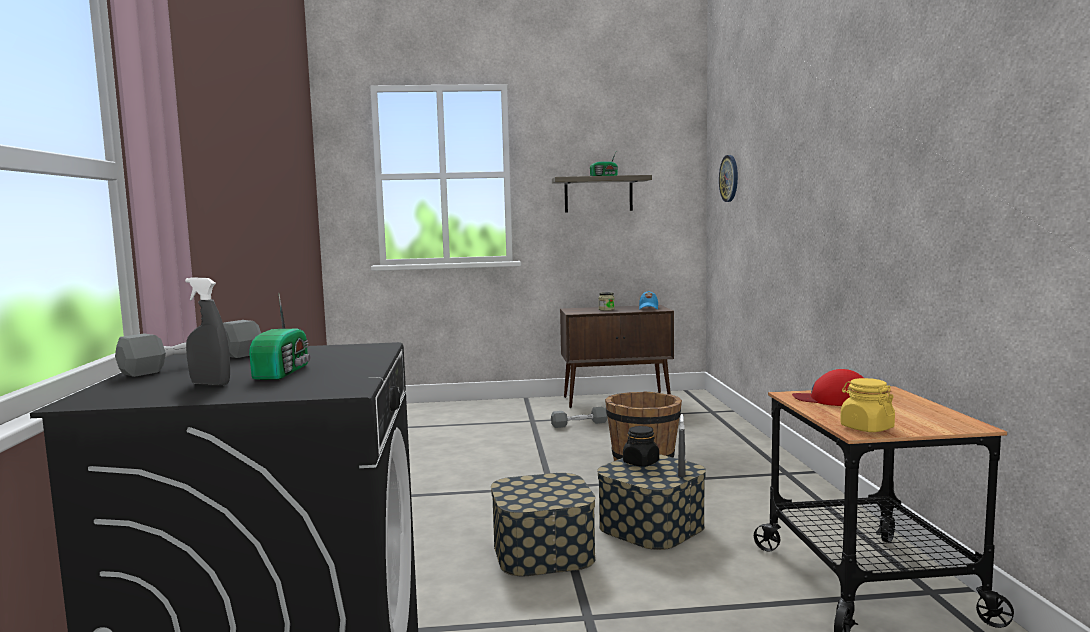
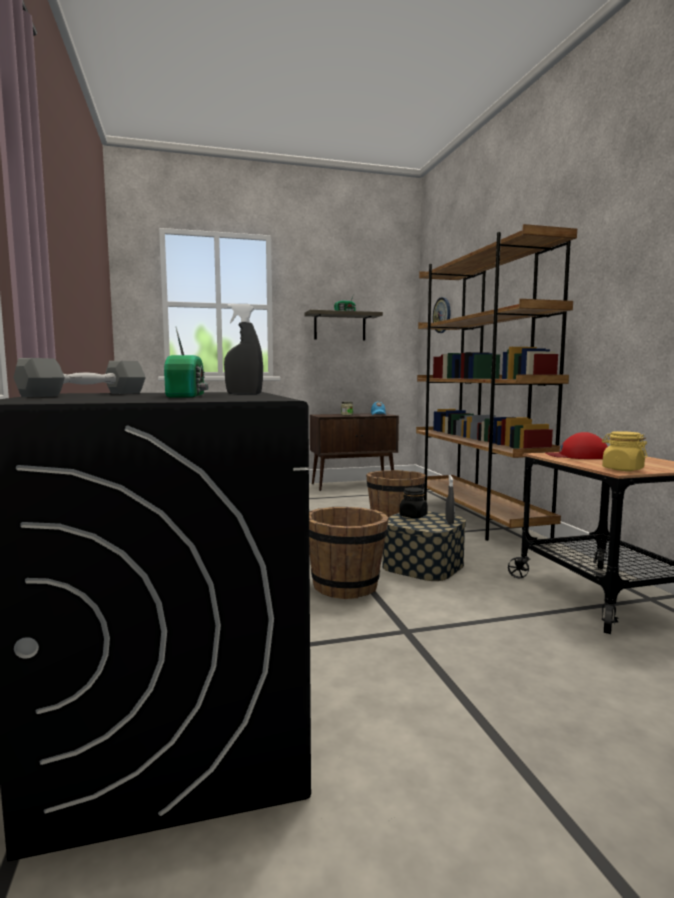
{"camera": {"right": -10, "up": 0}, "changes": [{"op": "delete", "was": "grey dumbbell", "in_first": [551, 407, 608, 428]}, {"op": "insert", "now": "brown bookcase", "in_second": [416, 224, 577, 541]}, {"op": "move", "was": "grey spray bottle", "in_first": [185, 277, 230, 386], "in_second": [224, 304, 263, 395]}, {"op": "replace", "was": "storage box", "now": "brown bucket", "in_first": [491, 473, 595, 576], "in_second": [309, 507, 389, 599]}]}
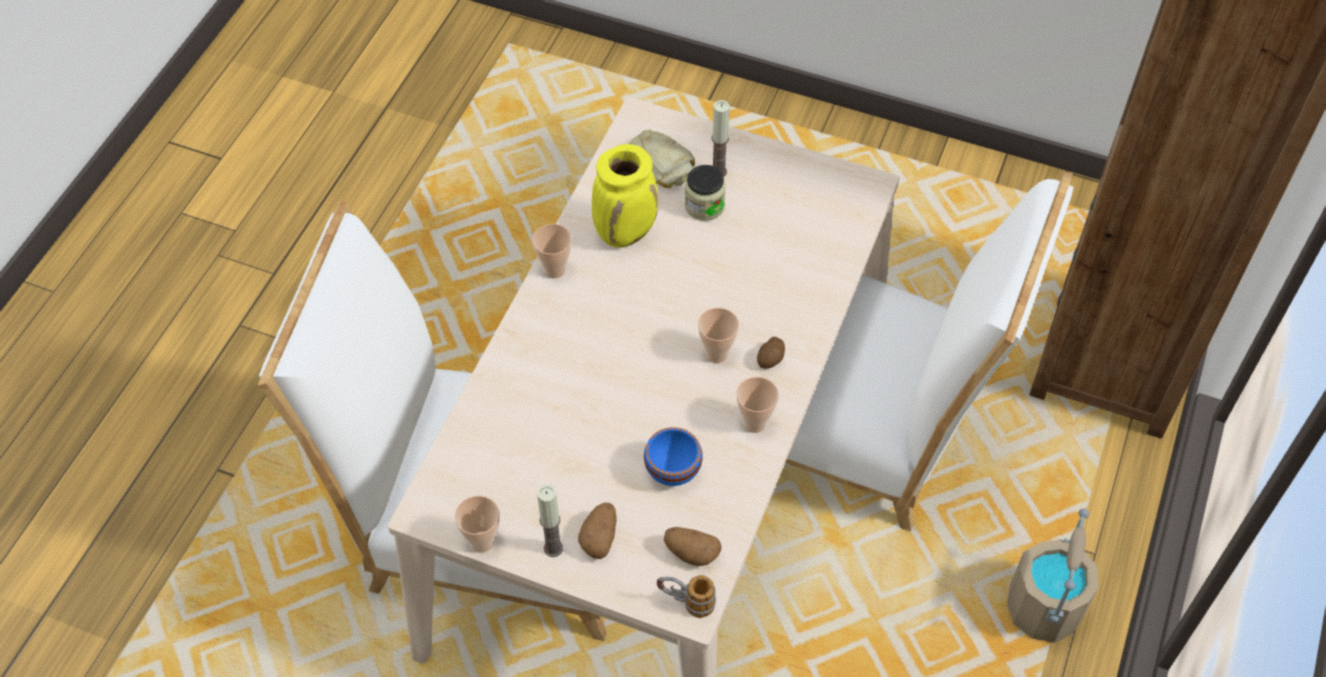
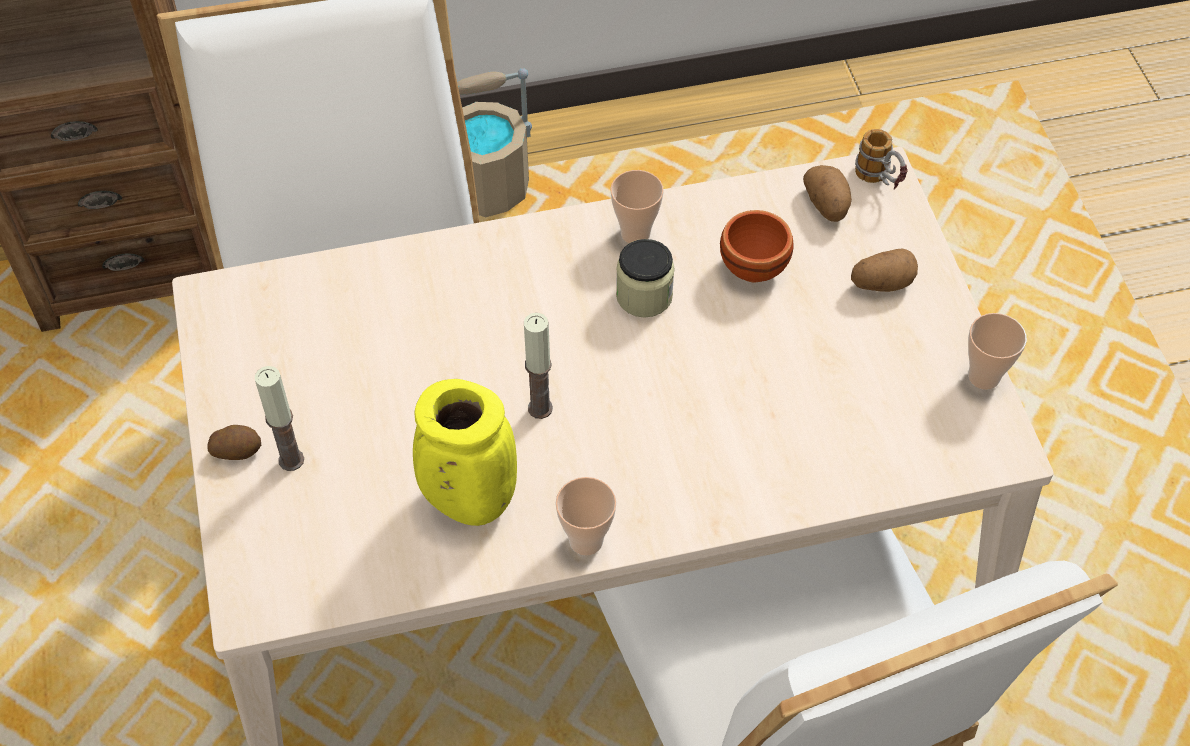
{"camera": {"right": -125, "up": 0}, "changes": [{"op": "delete", "was": "bread", "in_first": [628, 130, 695, 188]}, {"op": "delete", "was": "cup", "in_first": [698, 308, 739, 363]}, {"op": "move", "was": "candle", "in_first": [537, 485, 563, 557], "in_second": [524, 313, 553, 419]}, {"op": "move", "was": "jar", "in_first": [685, 165, 726, 221], "in_second": [616, 239, 675, 318]}, {"op": "move", "was": "potato", "in_first": [757, 337, 785, 369], "in_second": [207, 425, 261, 460]}, {"op": "recolor", "was": "blue bowl", "now": "brown bowl", "in_first": [644, 427, 703, 486], "in_second": [720, 210, 793, 282]}]}
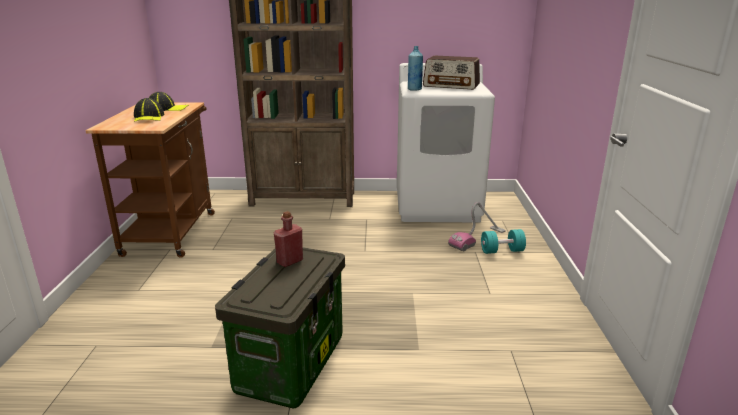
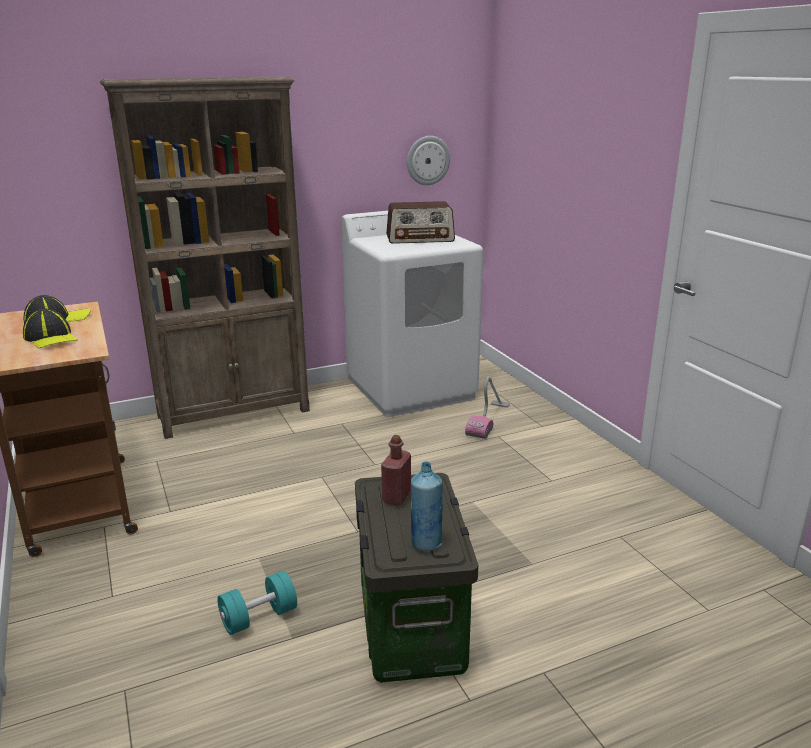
{"camera": {"right": -25, "up": 0}, "changes": [{"op": "insert", "now": "wall clock", "in_second": [407, 136, 450, 185]}, {"op": "move", "was": "blue bottle", "in_first": [408, 46, 423, 91], "in_second": [411, 461, 443, 551]}, {"op": "move", "was": "turquoise dumbbell", "in_first": [481, 229, 526, 254], "in_second": [217, 571, 297, 635]}]}
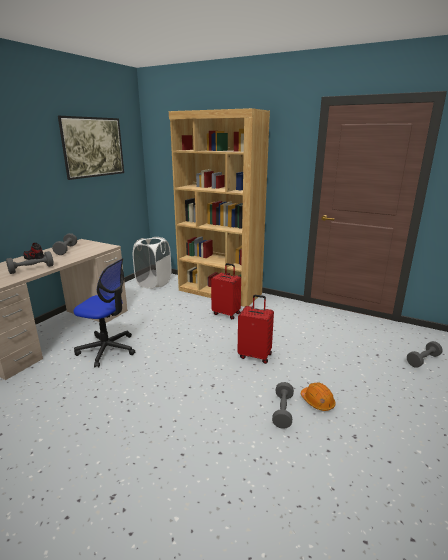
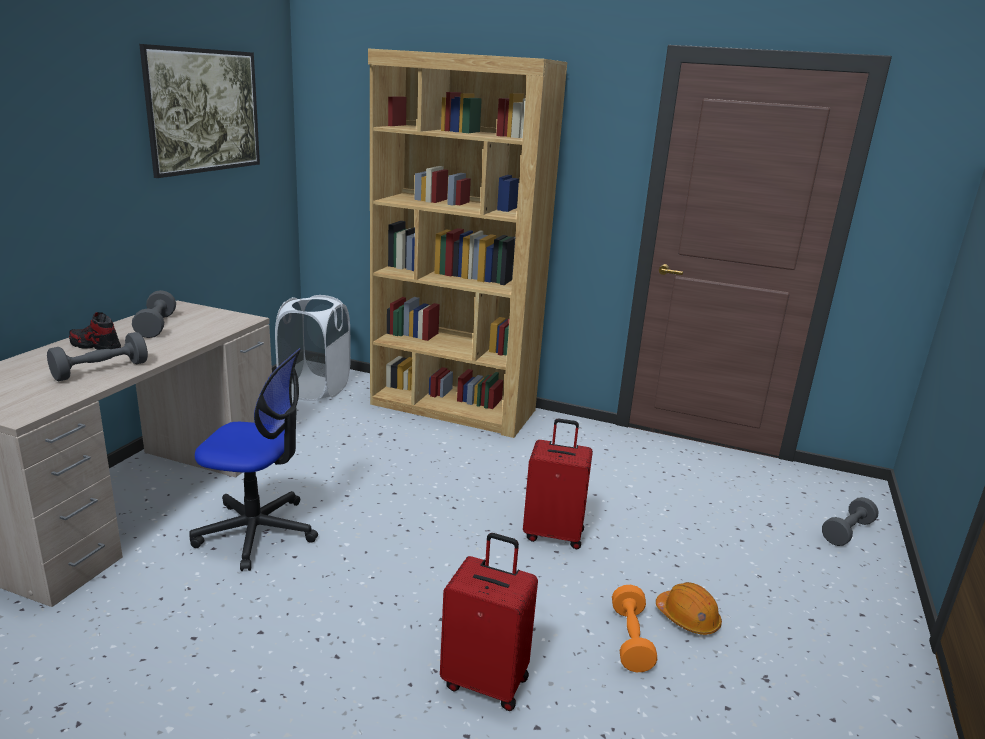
{"camera": {"right": -10, "up": 0}, "changes": [{"op": "move", "was": "red suitcase", "in_first": [211, 263, 241, 319], "in_second": [440, 533, 538, 711]}, {"op": "recolor", "was": "grey dumbbell", "now": "orange dumbbell", "in_first": [272, 382, 294, 429], "in_second": [612, 585, 657, 673]}]}
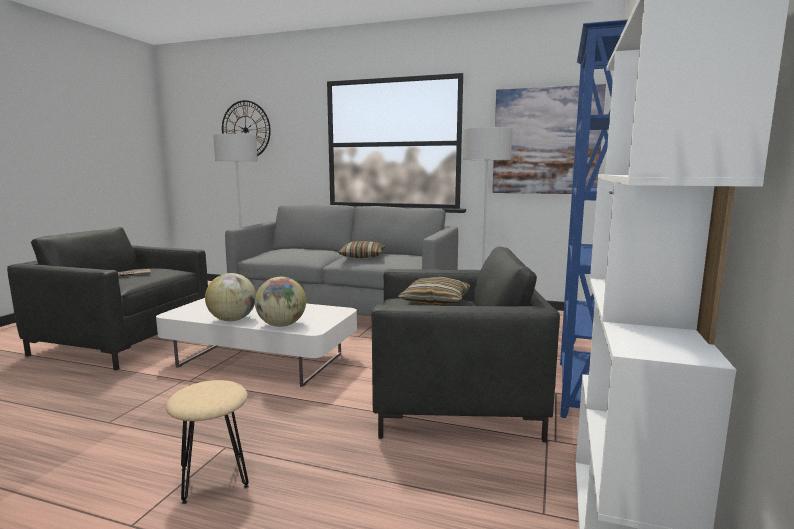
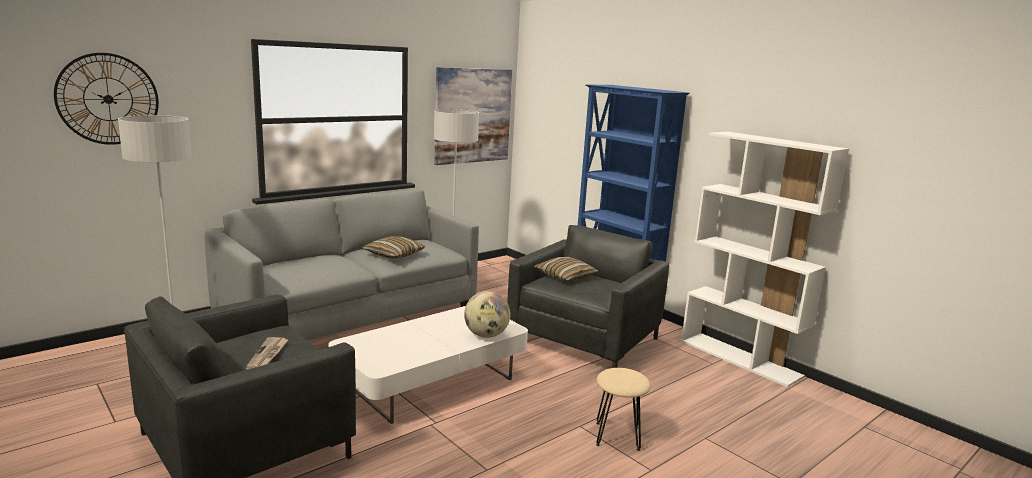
{"camera": {"right": -60, "up": 5}, "changes": [{"op": "delete", "was": "globe", "in_first": [205, 273, 256, 321]}]}
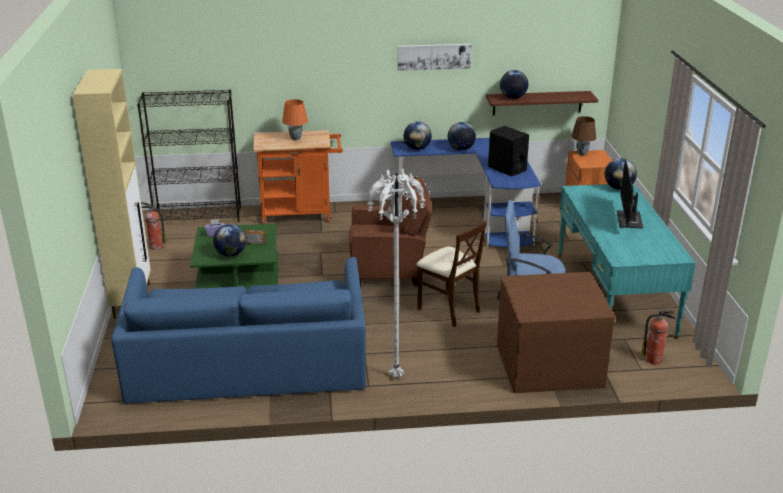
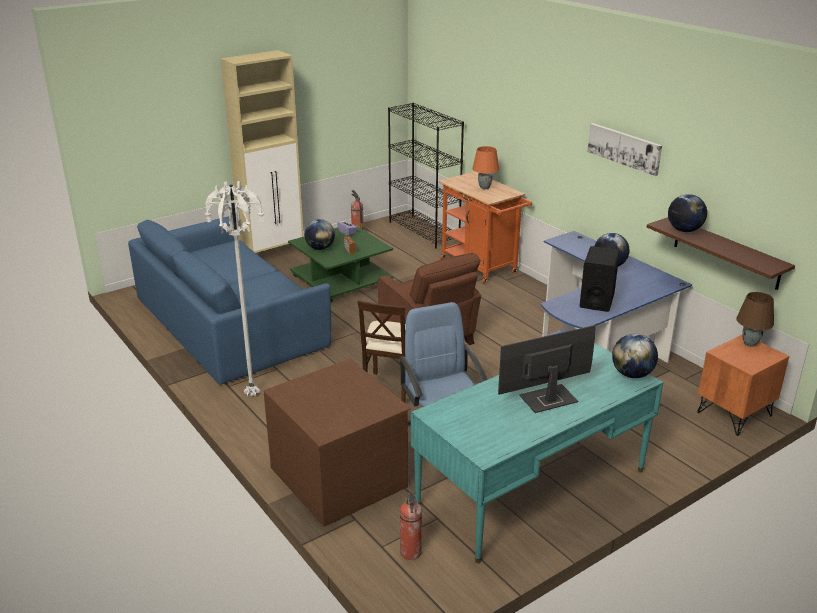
{"camera": {"right": 60, "up": 0}, "changes": [{"op": "delete", "was": "globe", "in_first": [404, 122, 432, 150]}]}
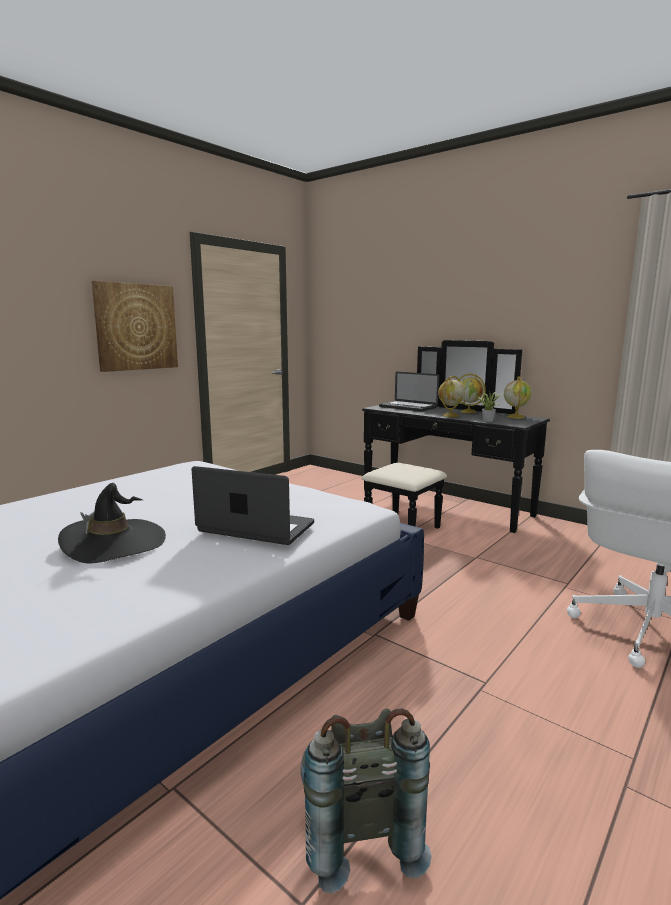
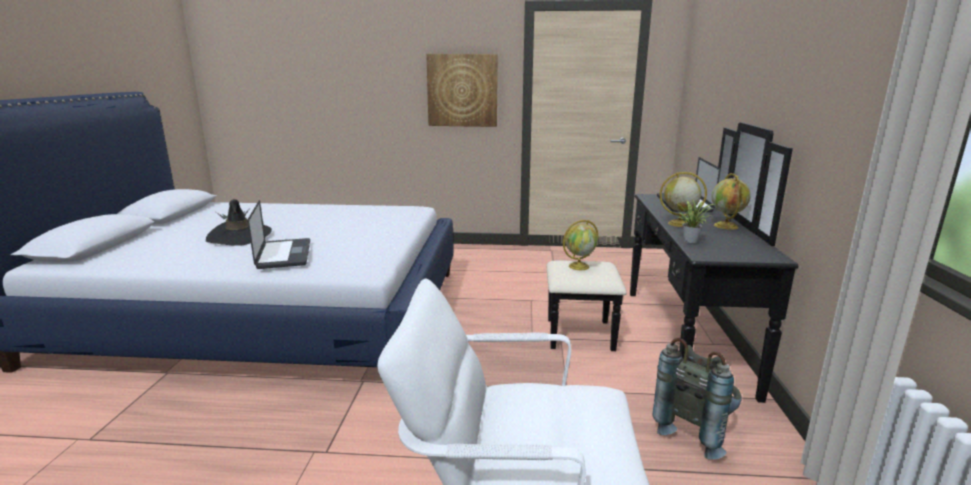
{"camera": {"right": 55, "up": 5}, "changes": [{"op": "move", "was": "grey backpack", "in_first": [301, 708, 432, 893], "in_second": [652, 338, 742, 460]}, {"op": "move", "was": "globe", "in_first": [504, 376, 532, 418], "in_second": [563, 220, 598, 270]}]}
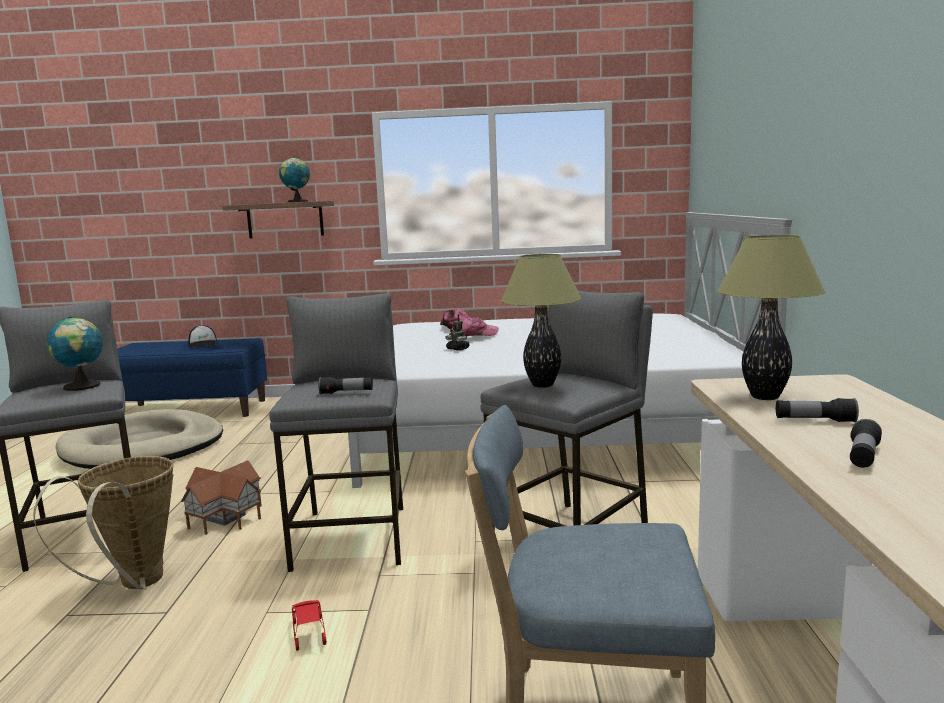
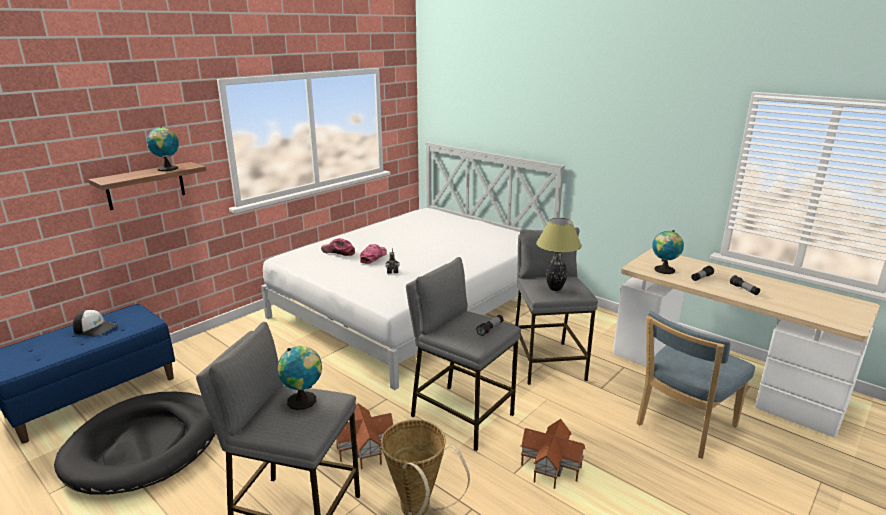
{"camera": {"right": -50, "up": 10}, "changes": [{"op": "replace", "was": "red toy car", "now": "toy house", "in_first": [292, 600, 327, 651], "in_second": [520, 419, 586, 489]}, {"op": "replace", "was": "table lamp", "now": "globe", "in_first": [717, 235, 825, 400], "in_second": [652, 230, 684, 274]}, {"op": "recolor", "was": "beige dog bed", "now": "black dog bed", "in_first": [56, 409, 223, 469], "in_second": [54, 391, 216, 495]}]}
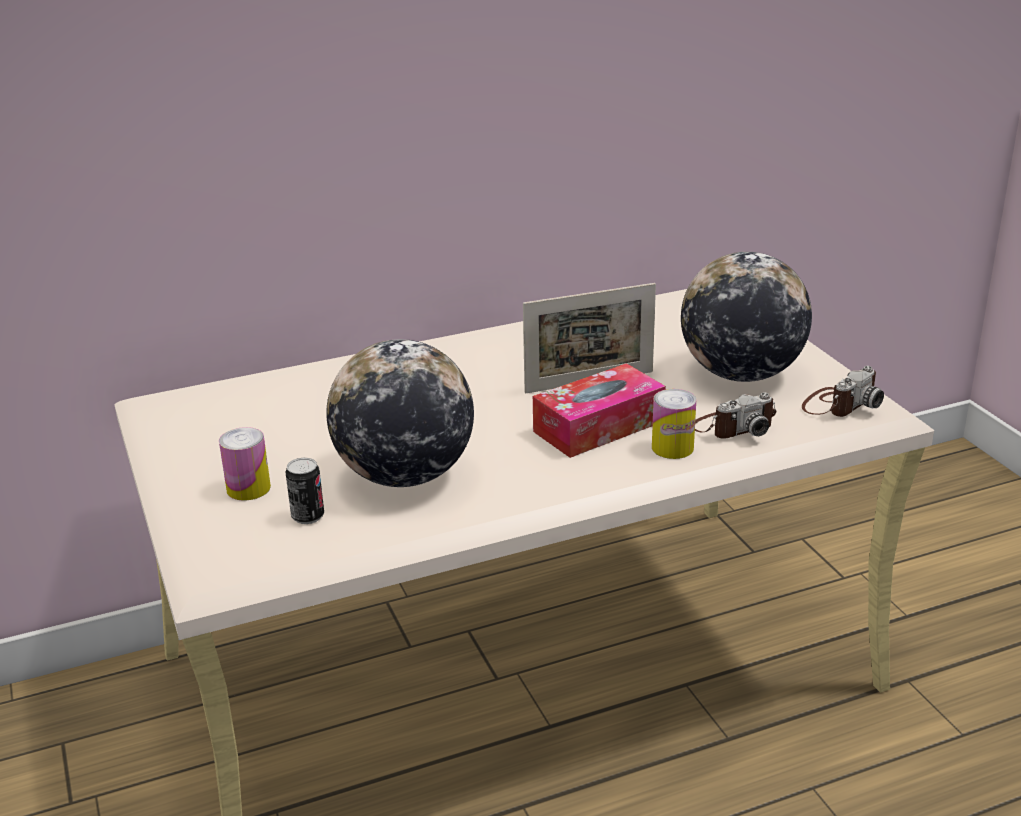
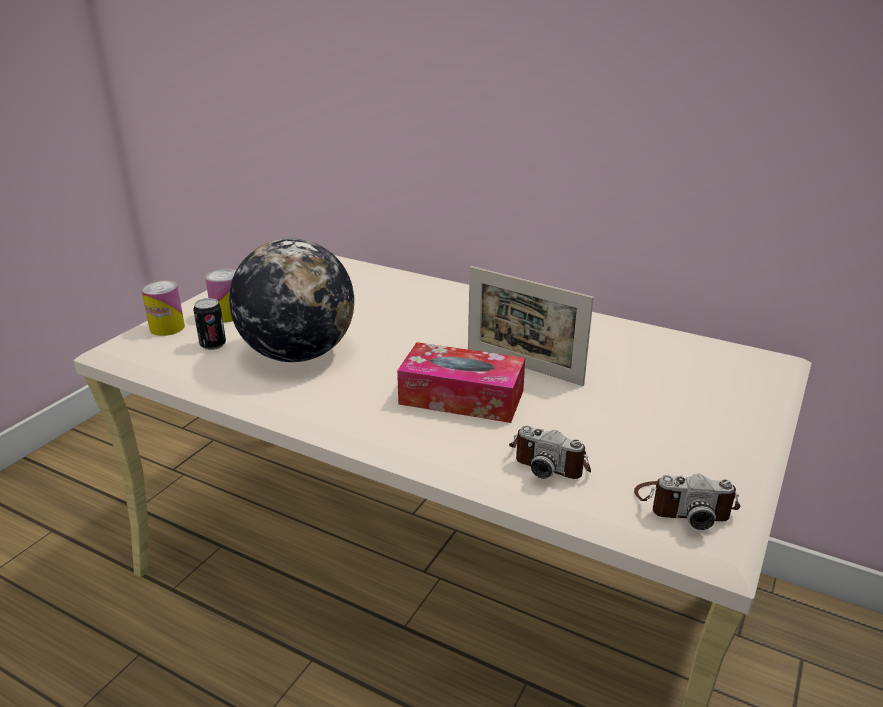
{"camera": {"right": 50, "up": 0}, "changes": [{"op": "delete", "was": "globe", "in_first": [681, 252, 812, 382]}, {"op": "move", "was": "can", "in_first": [652, 389, 697, 459], "in_second": [141, 280, 185, 336]}]}
